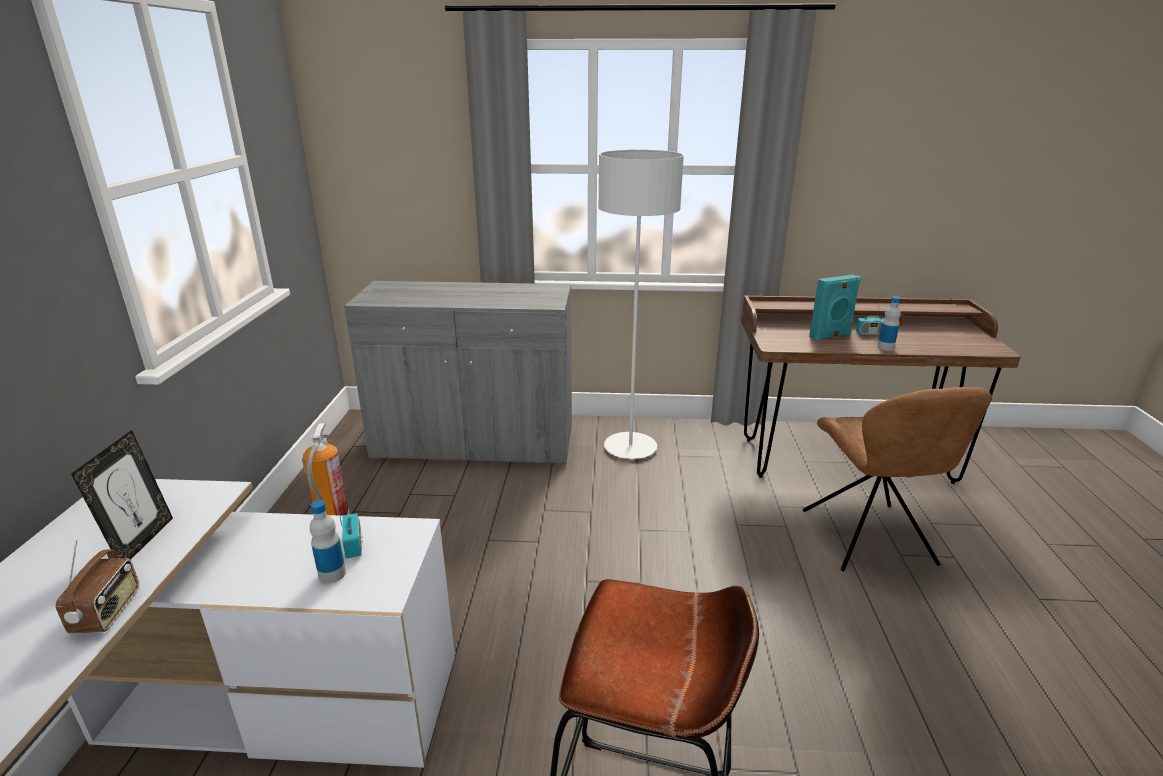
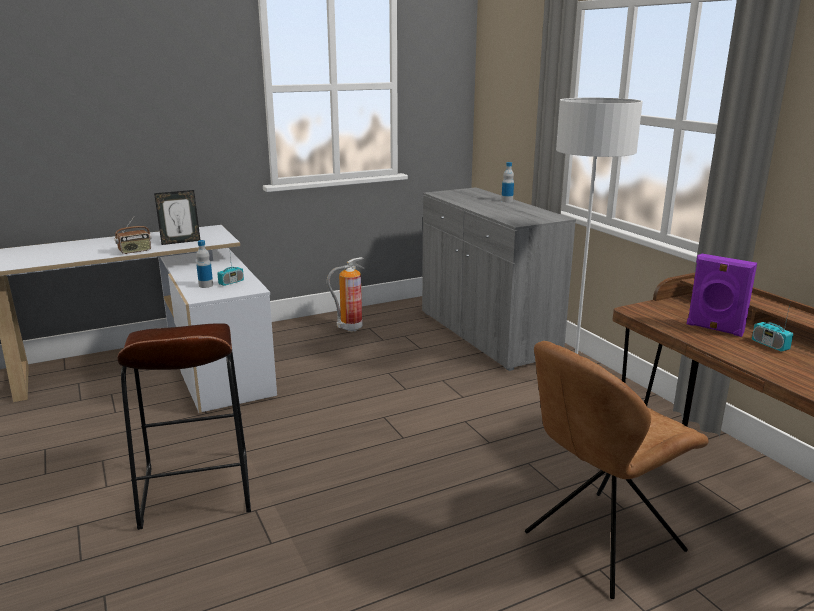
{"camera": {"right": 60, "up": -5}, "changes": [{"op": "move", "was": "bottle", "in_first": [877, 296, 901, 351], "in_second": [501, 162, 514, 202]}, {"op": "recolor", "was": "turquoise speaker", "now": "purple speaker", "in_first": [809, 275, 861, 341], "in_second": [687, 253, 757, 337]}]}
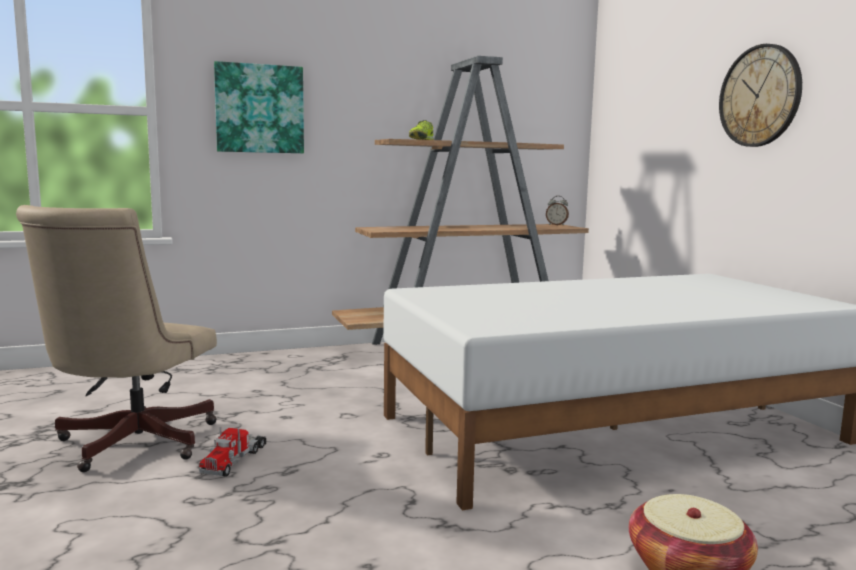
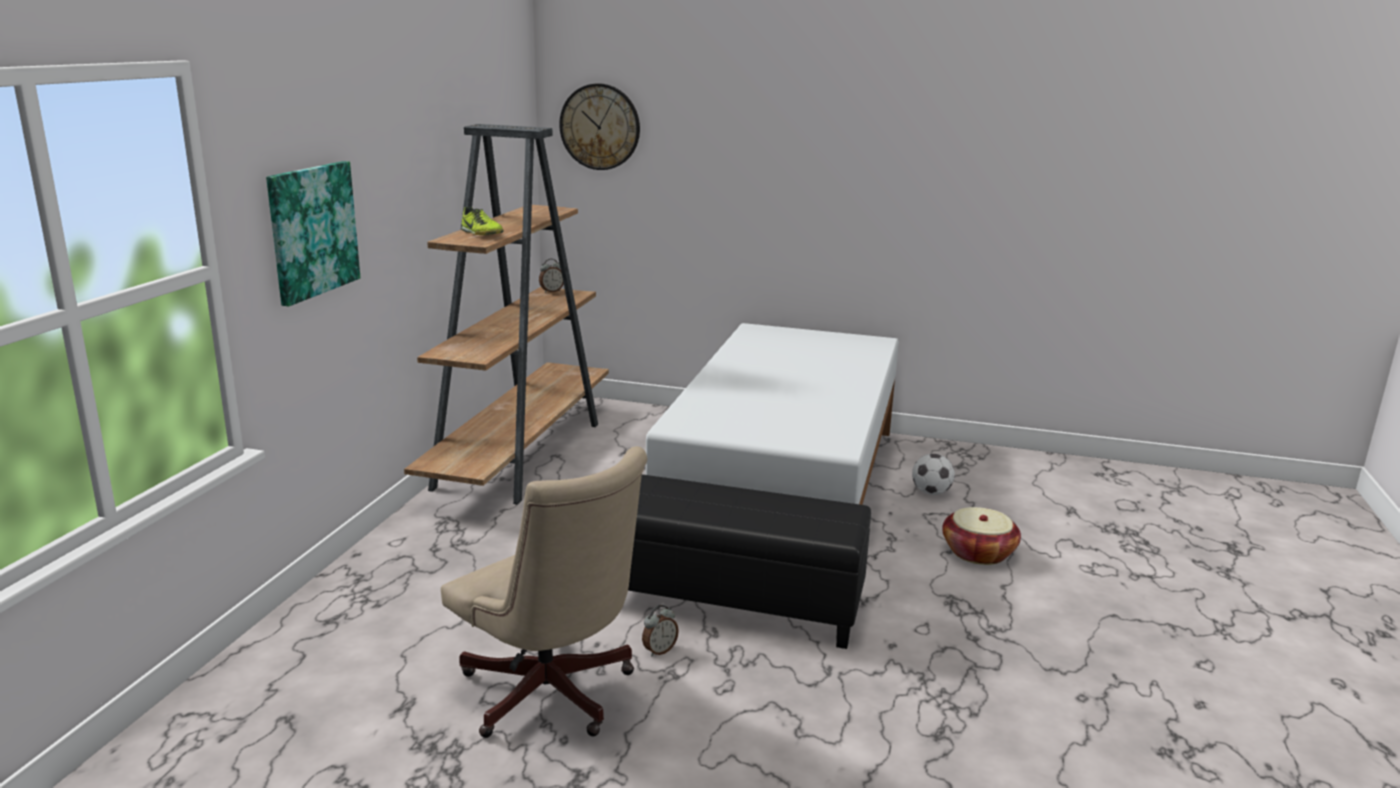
{"camera": {"right": -55, "up": 10}, "changes": [{"op": "insert", "now": "black ottoman", "in_second": [628, 474, 871, 649]}, {"op": "insert", "now": "football", "in_second": [912, 453, 955, 495]}, {"op": "move", "was": "wall clock", "in_first": [719, 44, 802, 147], "in_second": [559, 83, 640, 170]}, {"op": "replace", "was": "toy truck", "now": "alarm clock", "in_first": [199, 427, 266, 477], "in_second": [642, 605, 679, 656]}]}
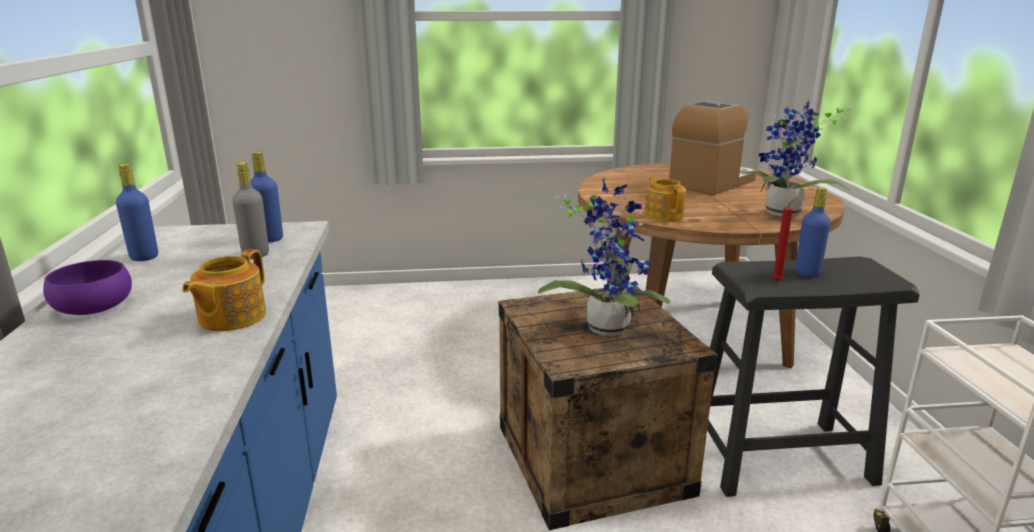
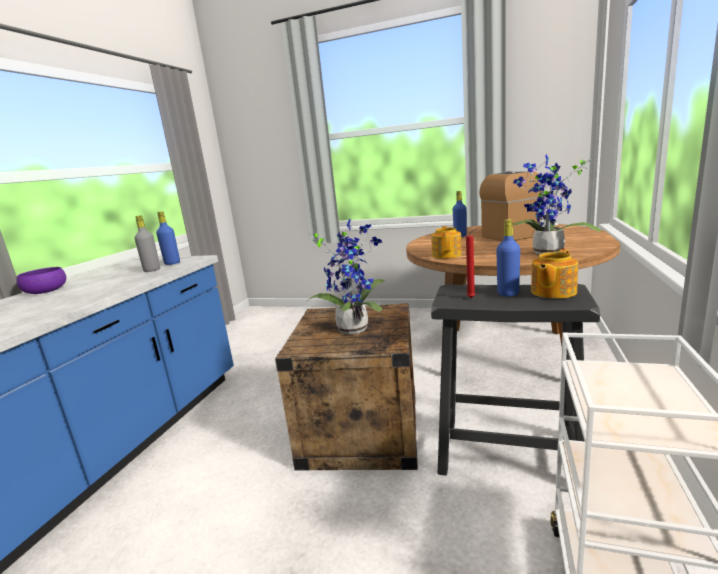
{"camera": {"right": 25, "up": -5}, "changes": [{"op": "move", "was": "blue bottle", "in_first": [116, 164, 158, 261], "in_second": [453, 191, 467, 237]}, {"op": "move", "was": "teapot", "in_first": [182, 249, 266, 331], "in_second": [531, 249, 578, 299]}]}
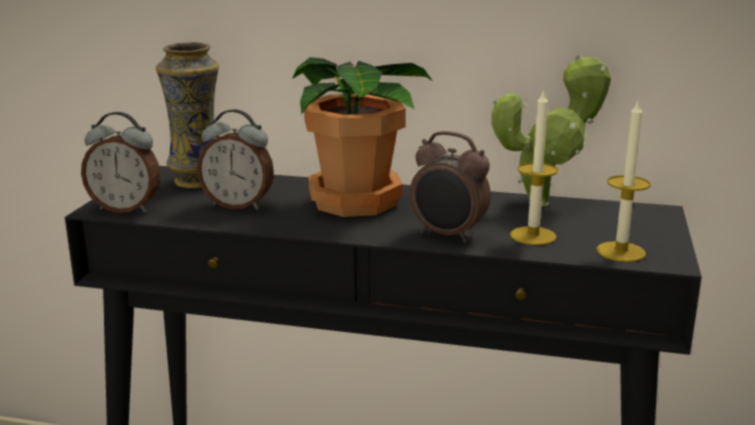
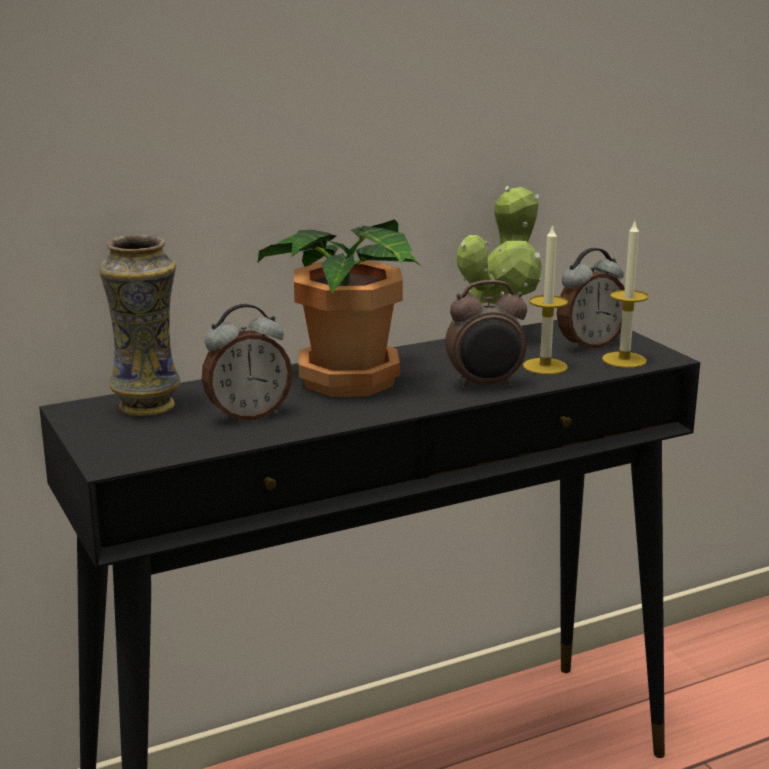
{"camera": {"right": -40, "up": 0}, "changes": [{"op": "move", "was": "alarm clock", "in_first": [81, 112, 161, 213], "in_second": [557, 248, 625, 351]}]}
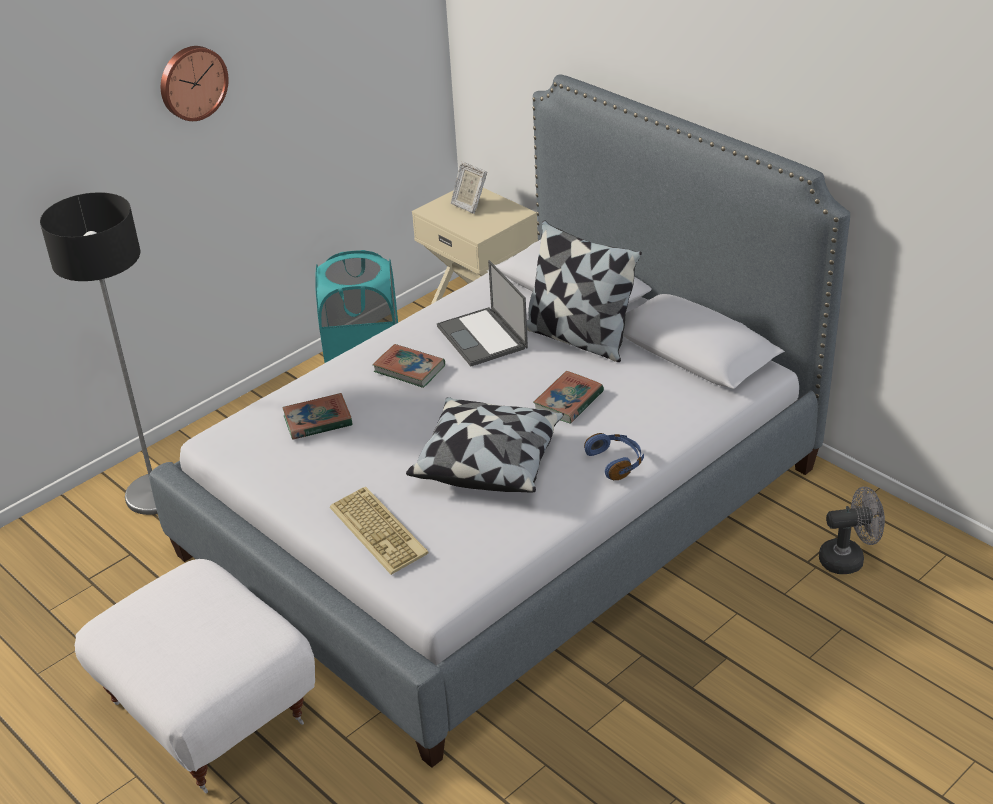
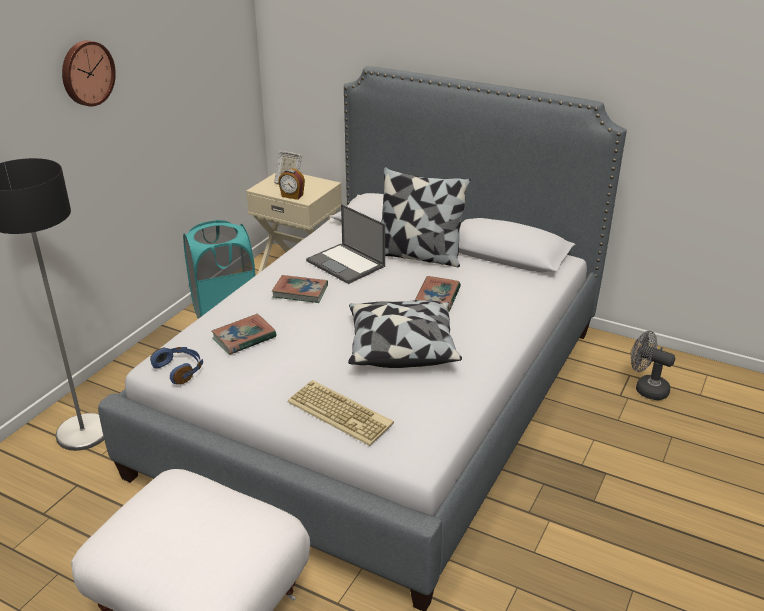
{"camera": {"right": -20, "up": -5}, "changes": [{"op": "insert", "now": "alarm clock", "in_second": [278, 168, 305, 200]}, {"op": "move", "was": "blue headphones", "in_first": [584, 433, 644, 481], "in_second": [150, 347, 203, 385]}, {"op": "rotate", "was": "grey fan", "in_first": [819, 487, 885, 574], "in_second": [631, 331, 675, 400], "clockwise": -120}]}
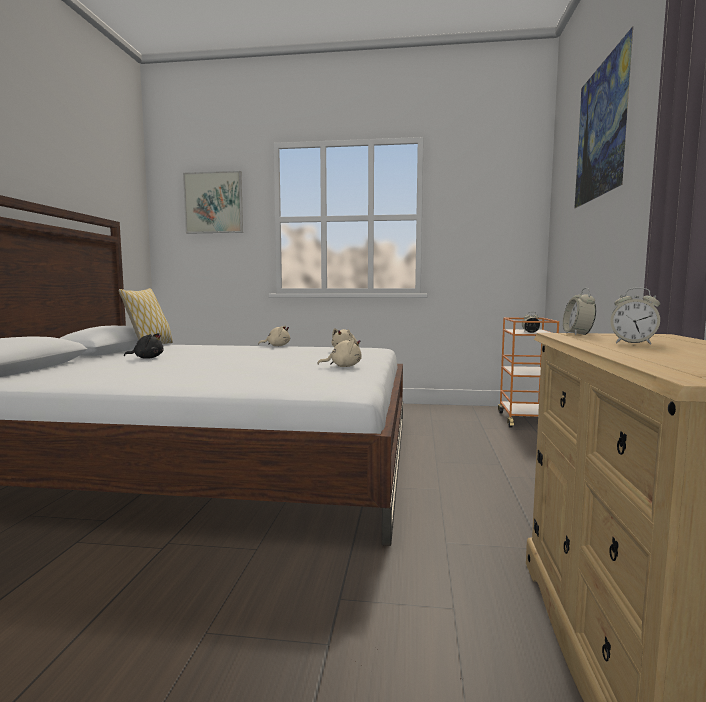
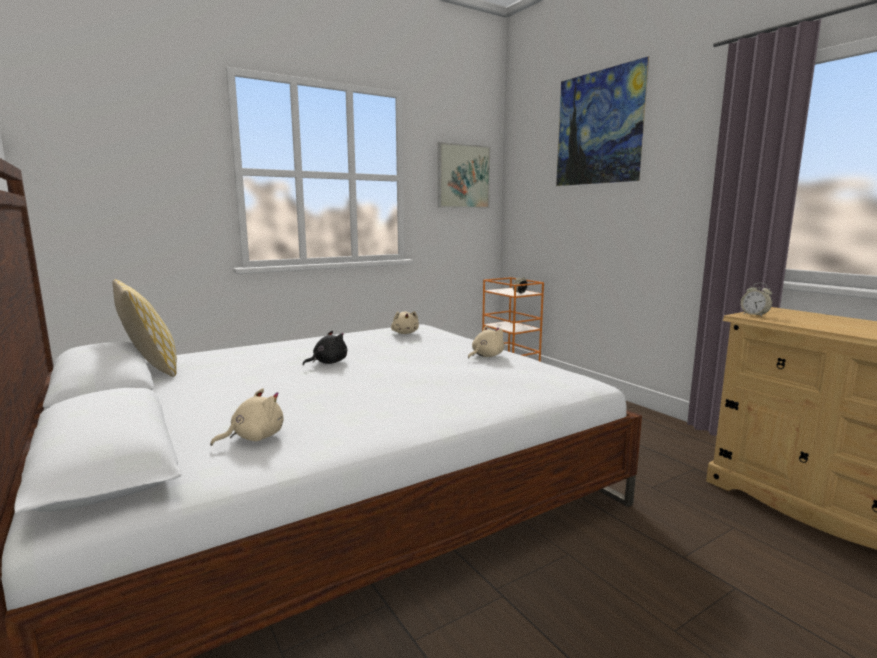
{"camera": {"right": -40, "up": 5}, "changes": [{"op": "delete", "was": "alarm clock", "in_first": [611, 287, 660, 345]}, {"op": "move", "was": "black plush toy", "in_first": [124, 333, 164, 359], "in_second": [303, 331, 347, 366]}, {"op": "move", "was": "picture", "in_first": [183, 171, 243, 234], "in_second": [438, 142, 491, 208]}, {"op": "move", "was": "beige plush toy", "in_first": [258, 326, 290, 346], "in_second": [210, 388, 284, 446]}]}
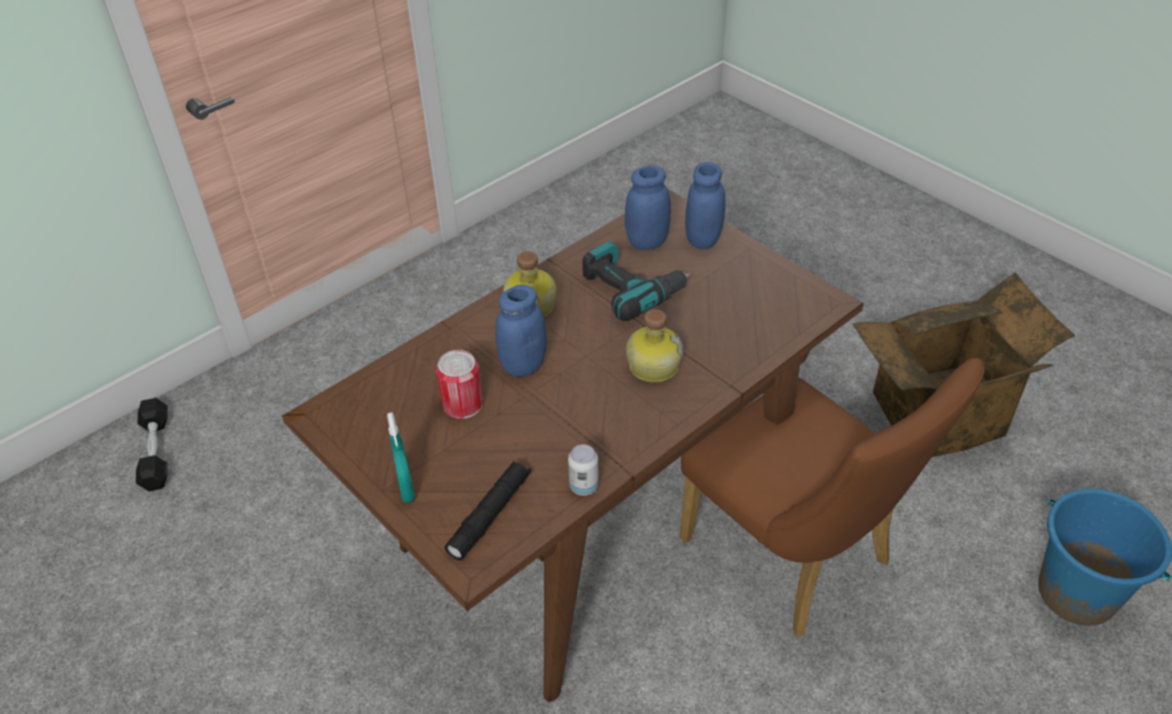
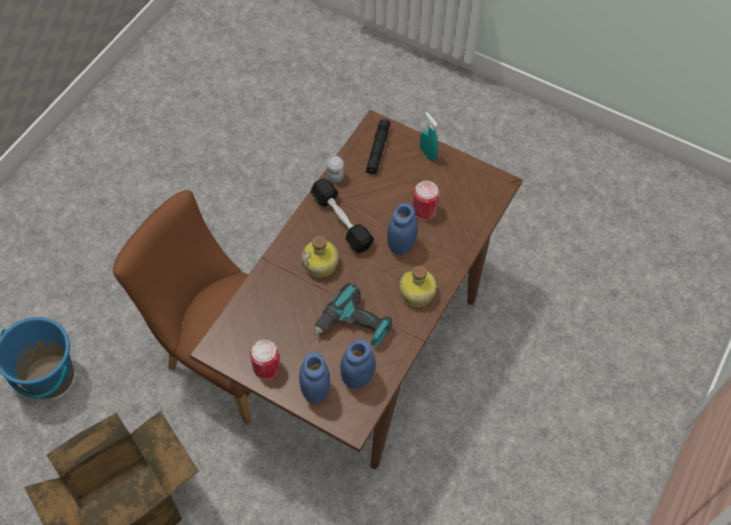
{"camera": {"right": 160, "up": 15}, "changes": [{"op": "insert", "now": "can", "in_second": [250, 340, 280, 380]}, {"op": "move", "was": "black dumbbell", "in_first": [136, 398, 168, 492], "in_second": [311, 178, 374, 253]}]}
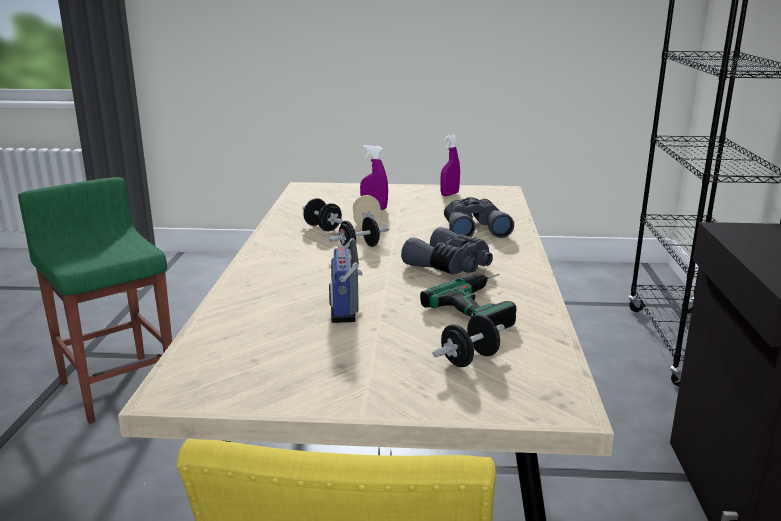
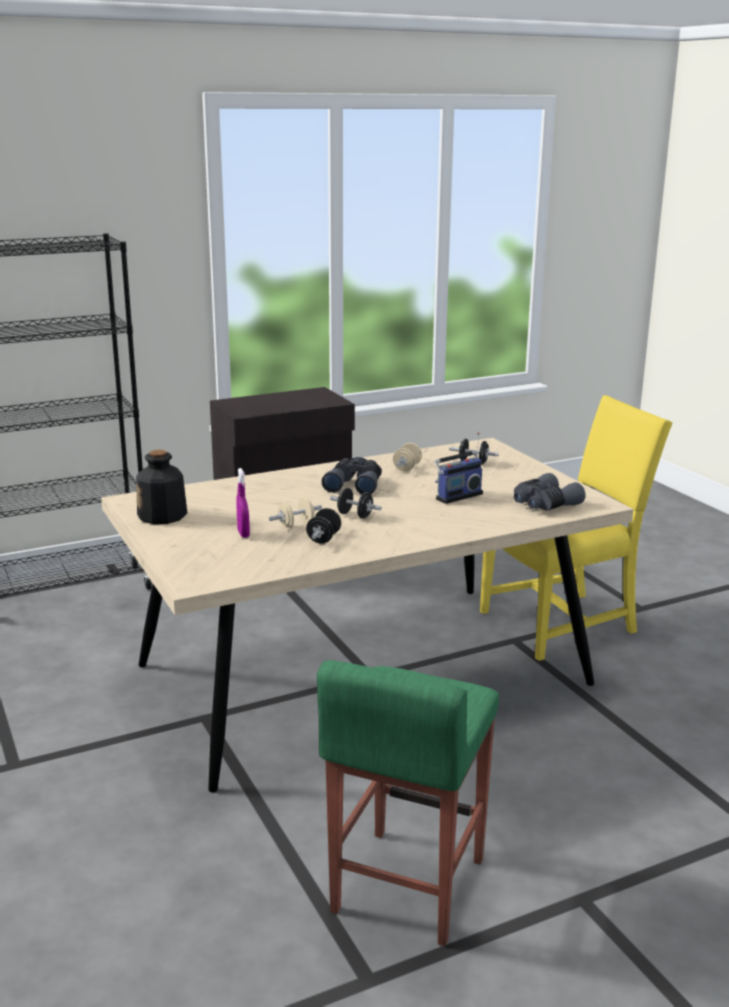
{"camera": {"right": -120, "up": 0}, "changes": [{"op": "move", "was": "grey binoculars", "in_first": [444, 197, 514, 238], "in_second": [514, 473, 586, 510]}, {"op": "replace", "was": "power drill", "now": "beige dumbbell", "in_first": [420, 273, 517, 329], "in_second": [393, 443, 422, 471]}, {"op": "replace", "was": "purple spray bottle", "now": "bottle", "in_first": [440, 134, 460, 196], "in_second": [136, 450, 187, 524]}]}
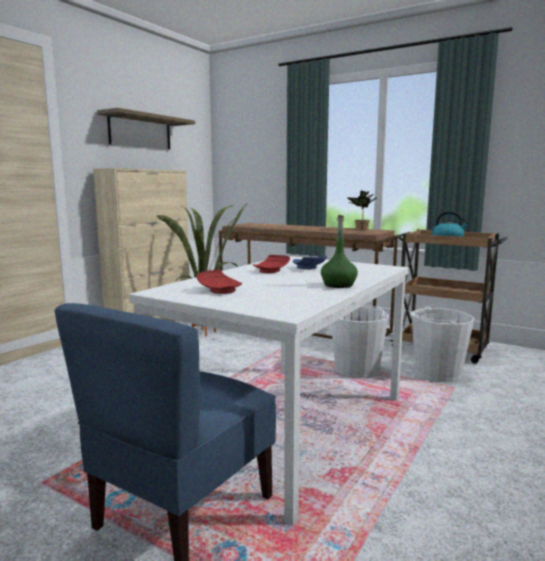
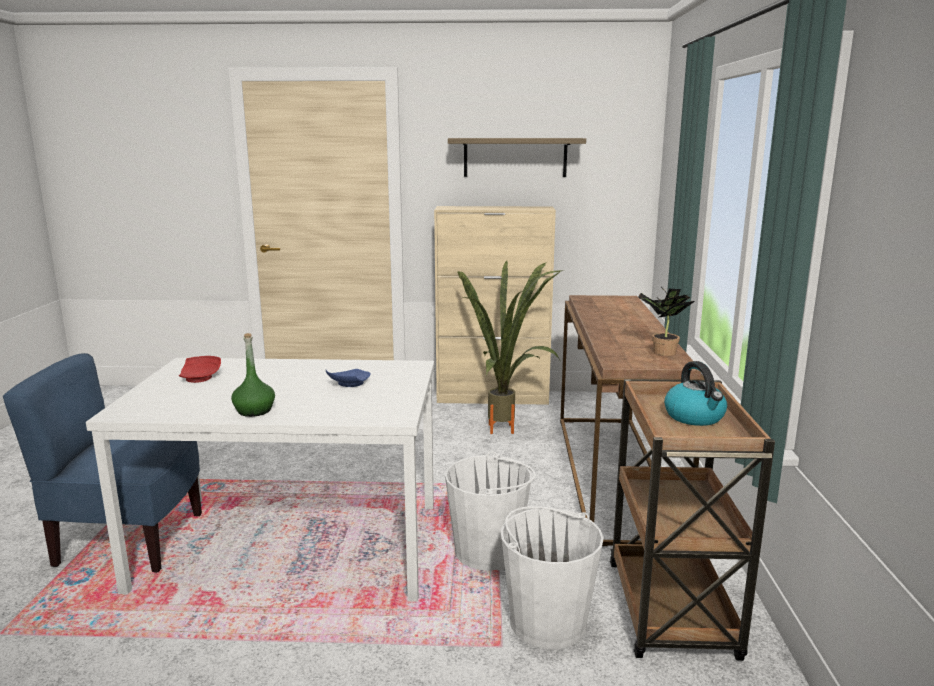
{"camera": {"right": 60, "up": 5}, "changes": [{"op": "delete", "was": "red plate", "in_first": [253, 255, 290, 273]}]}
